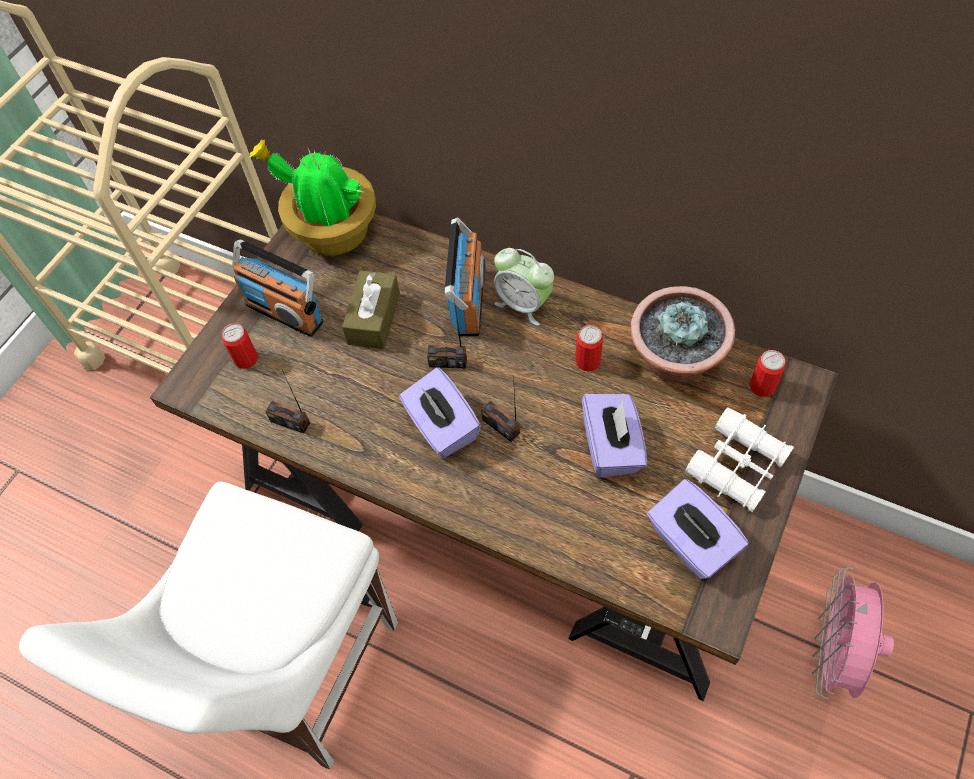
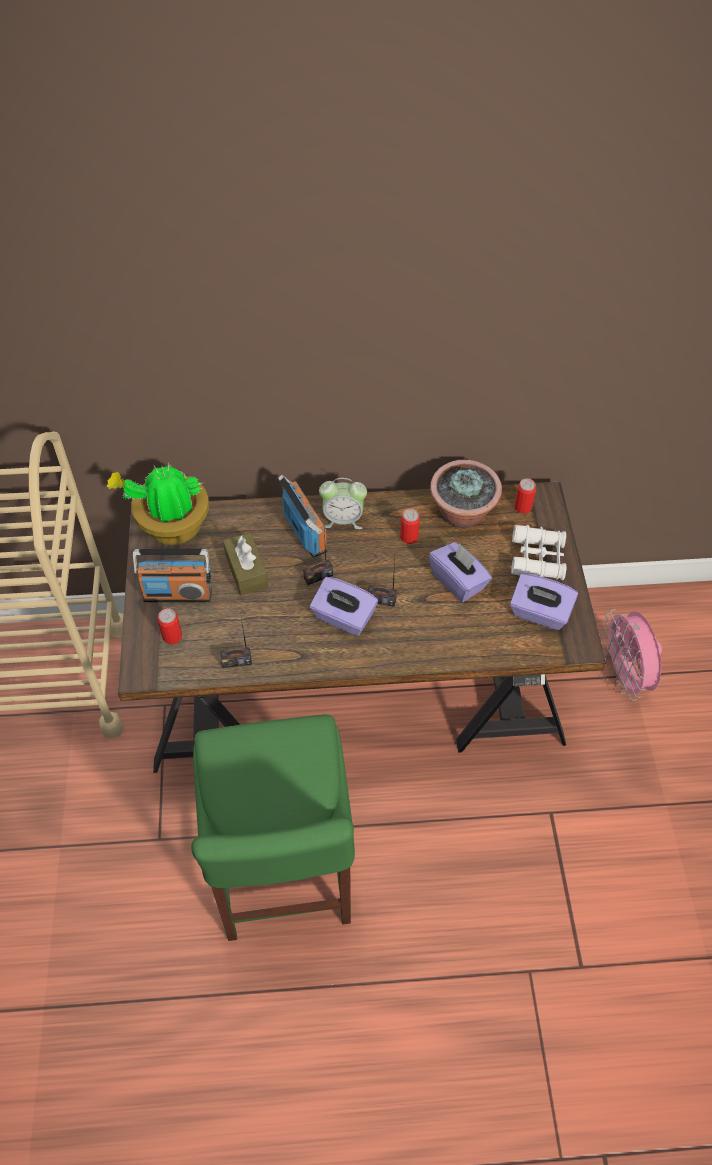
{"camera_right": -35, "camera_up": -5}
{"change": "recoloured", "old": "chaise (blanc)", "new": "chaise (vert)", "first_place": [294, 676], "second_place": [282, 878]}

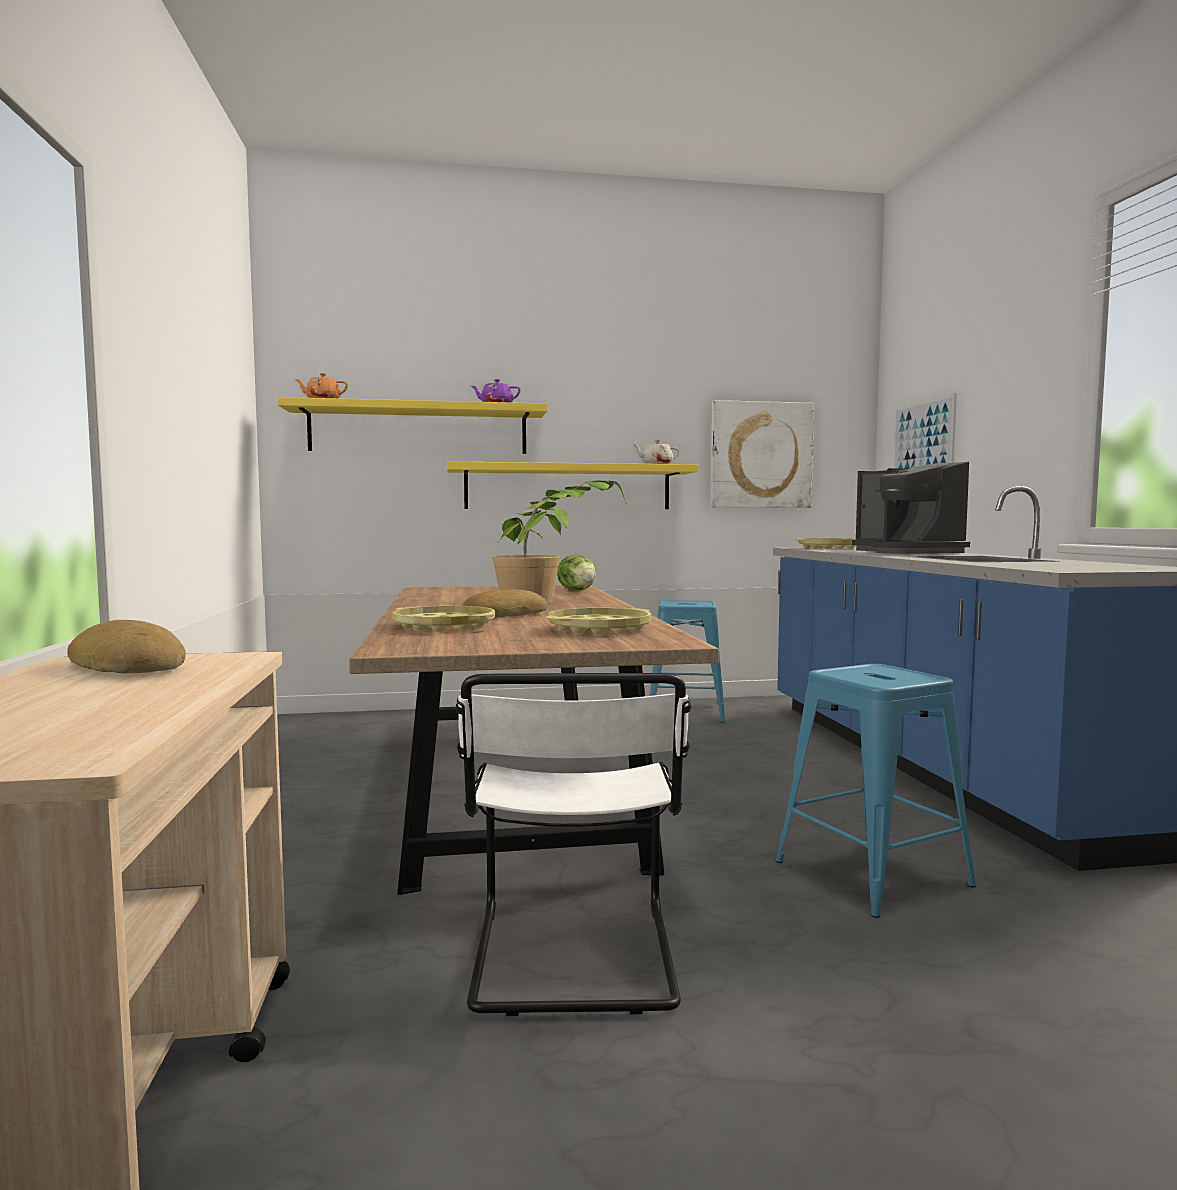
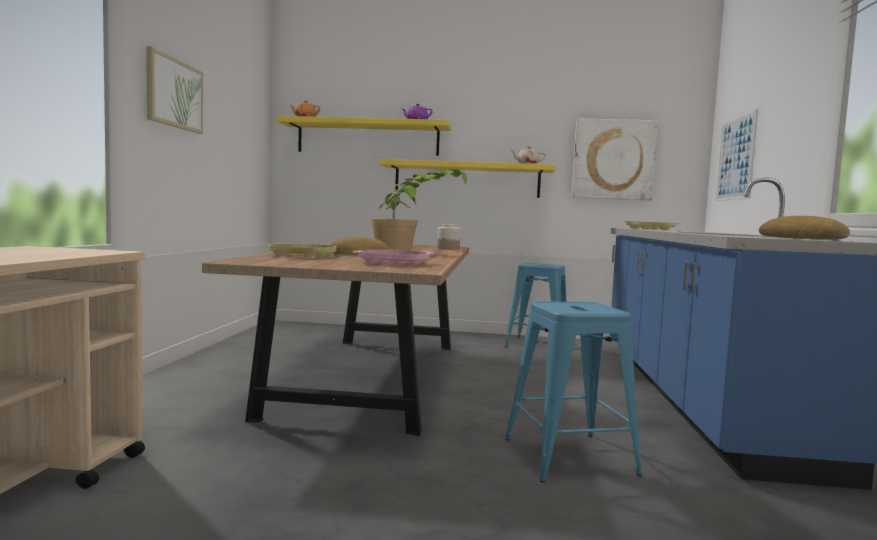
{"camera_right": 15, "camera_up": 0}
{"change": "moved", "old": "pain", "first_place": [131, 666], "second_place": [801, 238]}
{"change": "removed", "old": "chaise (blanc)", "first_place": [573, 960]}
{"change": "recoloured", "old": "plateau (jaune)", "new": "plateau (rose)", "first_place": [599, 629], "second_place": [394, 262]}
{"change": "replaced", "old": "laitue", "new": "bocal", "first_place": [577, 590], "second_place": [448, 248]}
{"change": "removed", "old": "machine à café", "first_place": [906, 552]}
{"change": "added", "new": "tableau", "second_place": [174, 93]}

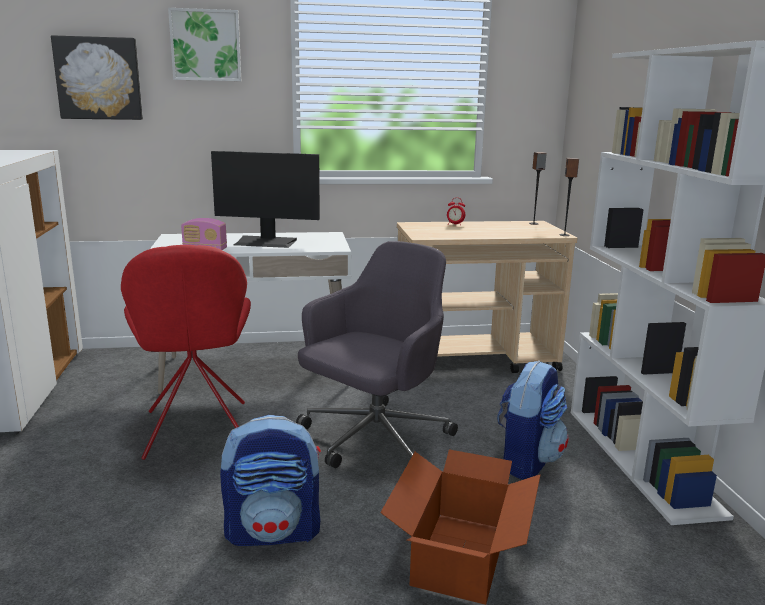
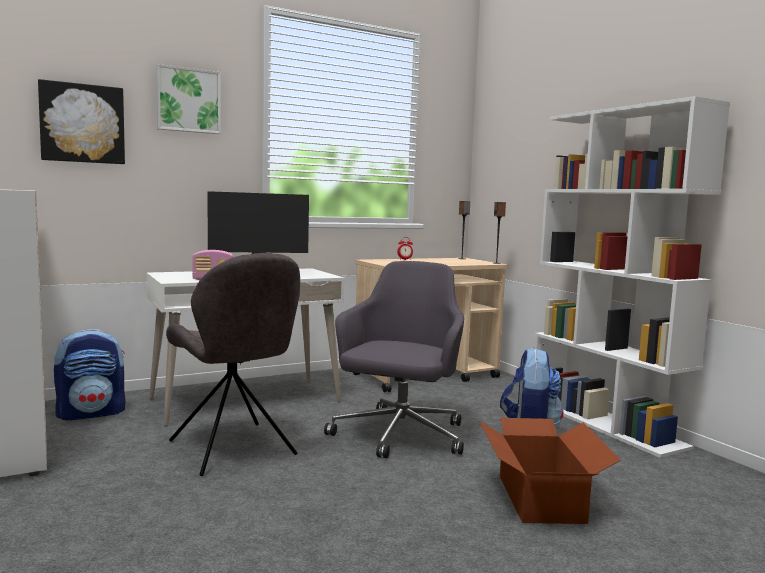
{"camera_right": -20, "camera_up": -10}
{"change": "recoloured", "old": "chaise (rouge)", "new": "chaise (gris)", "first_place": [197, 432], "second_place": [233, 450]}
{"change": "moved", "old": "sac à dos", "first_place": [274, 532], "second_place": [92, 413]}

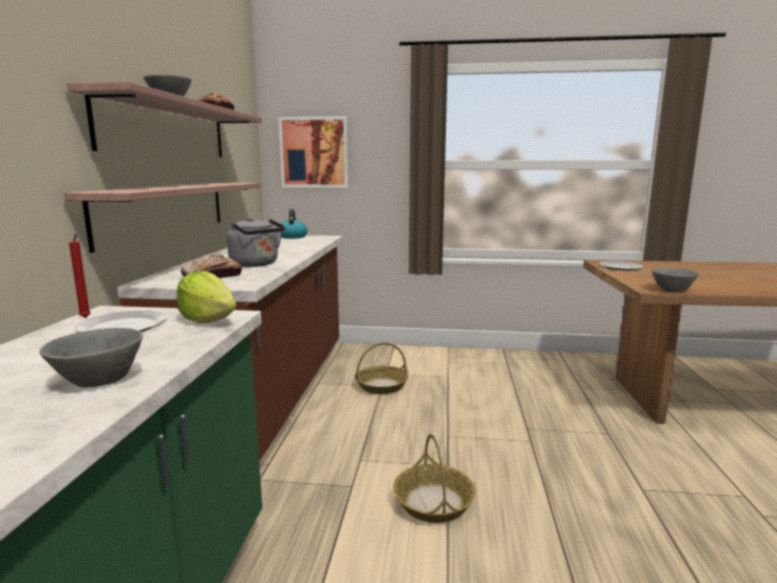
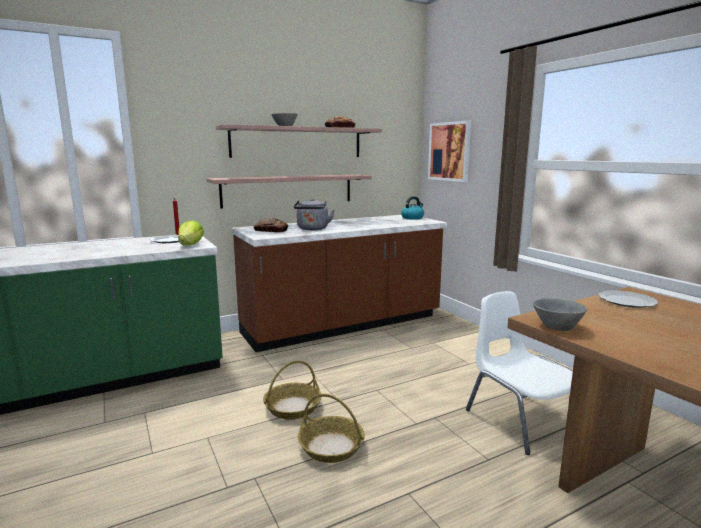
{"camera_right": 55, "camera_up": 0}
{"change": "removed", "old": "bol (gris)", "first_place": [99, 379]}
{"change": "moved", "old": "panier", "first_place": [382, 386], "second_place": [331, 446]}
{"change": "added", "new": "chaise (blanc)", "second_place": [521, 419]}

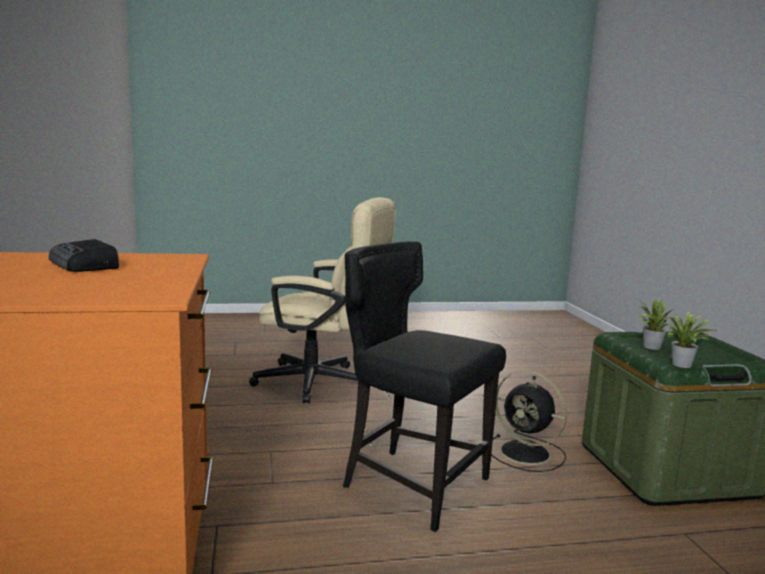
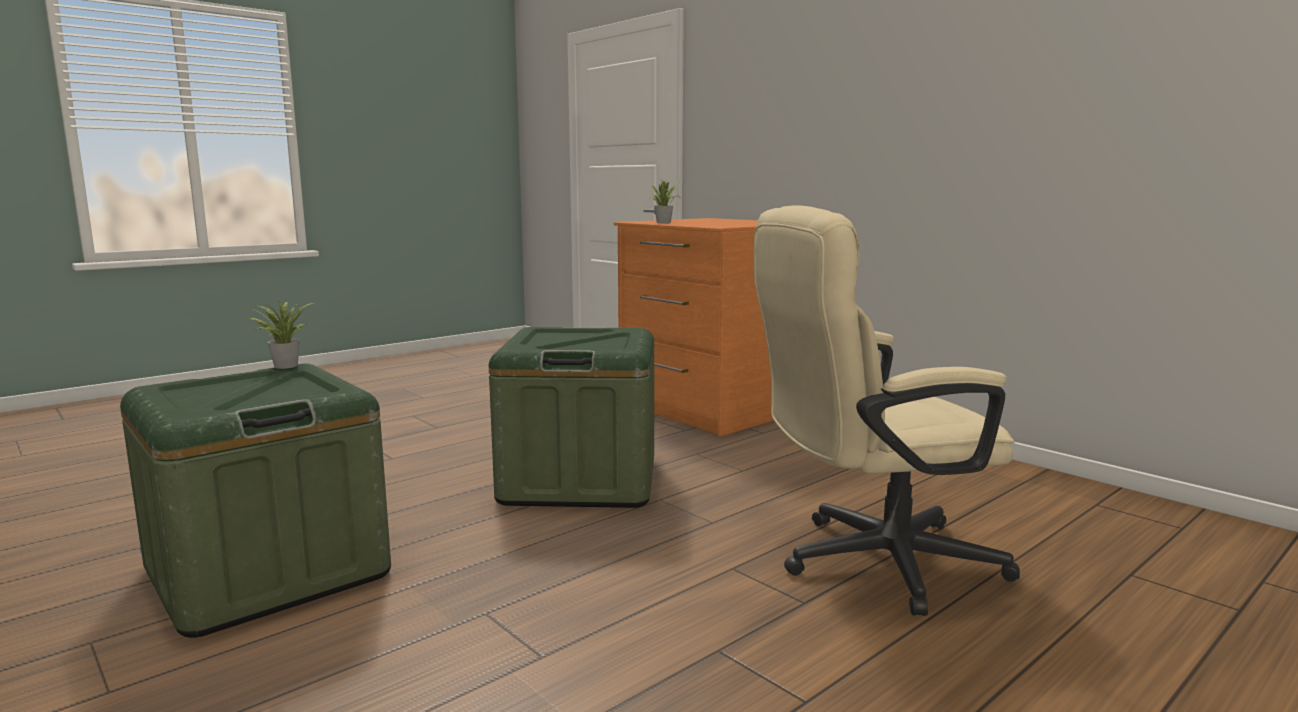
{"camera_right": 150, "camera_up": 0}
{"change": "removed", "old": "radio", "first_place": [85, 265]}
{"change": "replaced", "old": "chaise (noir)", "new": "boîte de rangement (vert)", "first_place": [412, 484], "second_place": [579, 480]}
{"change": "removed", "old": "ventilateur (noir)", "first_place": [527, 453]}
{"change": "moved", "old": "plante en pot", "first_place": [649, 347], "second_place": [665, 222]}

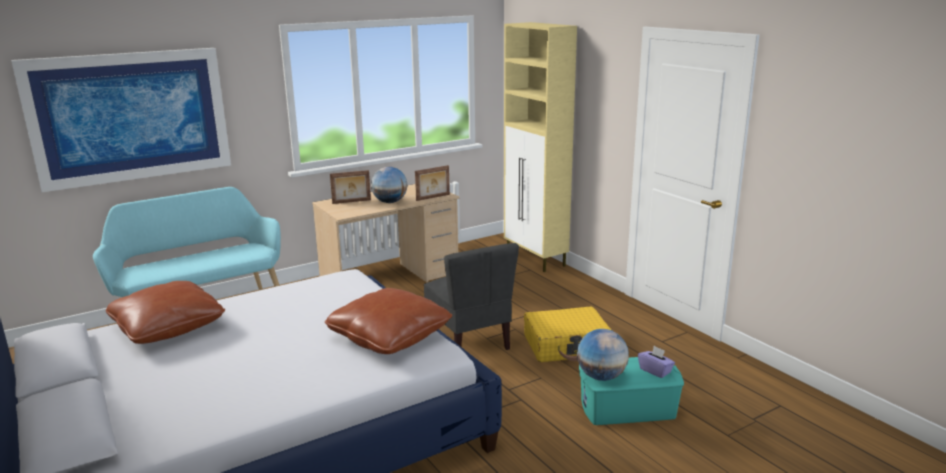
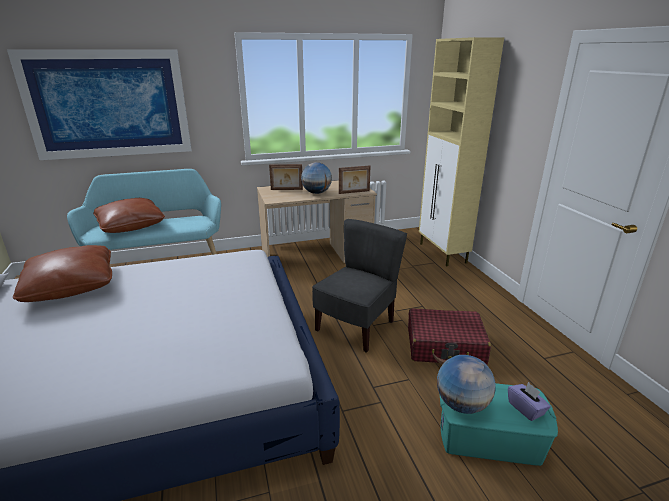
{"camera_right": 15, "camera_up": 5}
{"change": "moved", "old": "coussin (marron)", "first_place": [390, 337], "second_place": [131, 226]}
{"change": "turned", "old": "chaise (gris)", "first_place": [469, 342], "second_place": [356, 327], "degrees": -135}
{"change": "recoloured", "old": "valise (jaune)", "new": "valise (rouge)", "first_place": [567, 346], "second_place": [445, 346]}

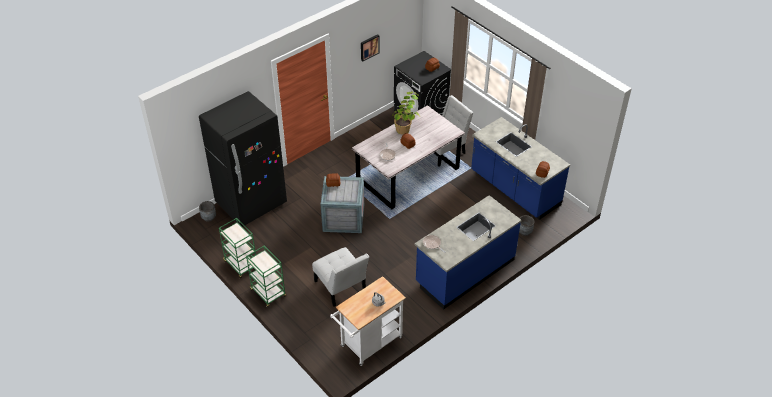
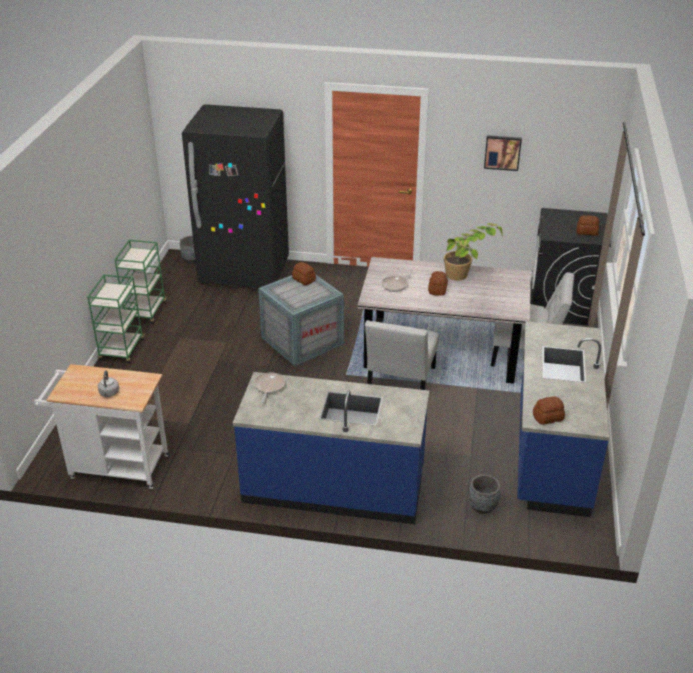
{"camera_right": 50, "camera_up": -10}
{"change": "moved", "old": "chaise (blanc)", "first_place": [341, 288], "second_place": [400, 382]}

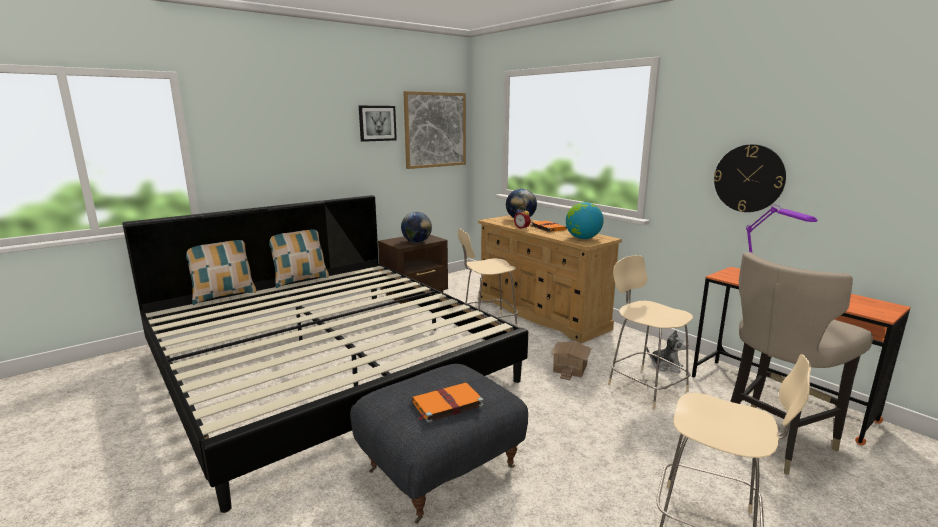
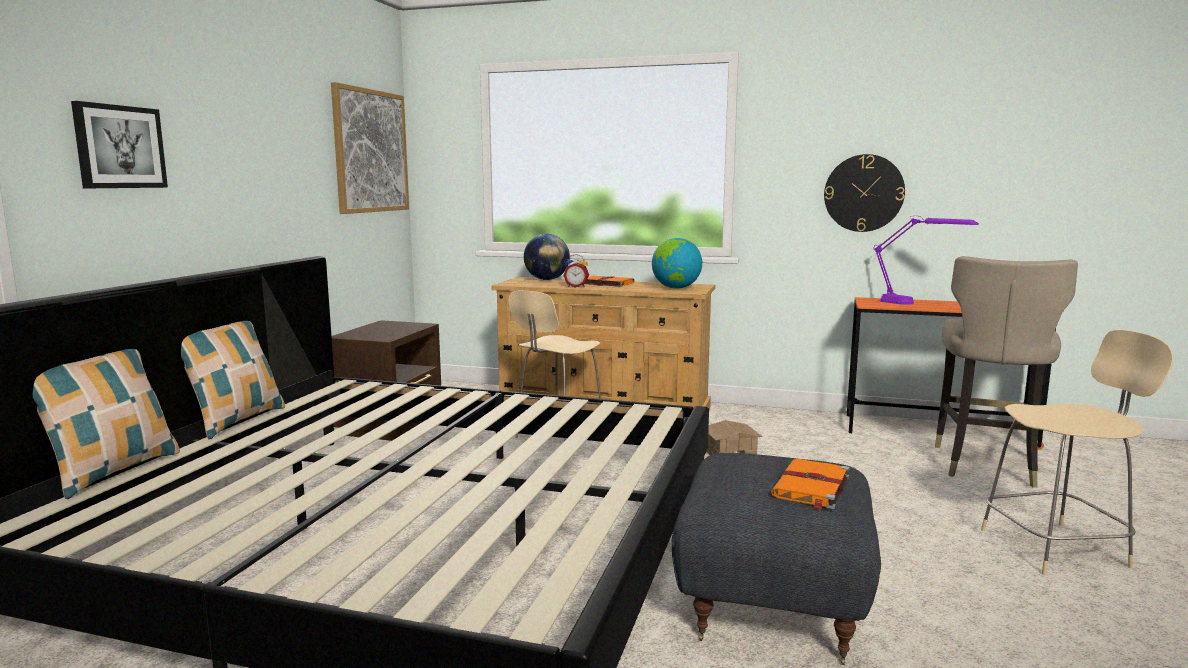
{"camera_right": -35, "camera_up": -5}
{"change": "moved", "old": "tableau", "first_place": [377, 123], "second_place": [119, 147]}
{"change": "removed", "old": "globe", "first_place": [416, 242]}
{"change": "removed", "old": "chaise (beige)", "first_place": [645, 386]}
{"change": "removed", "old": "peluche", "first_place": [666, 366]}

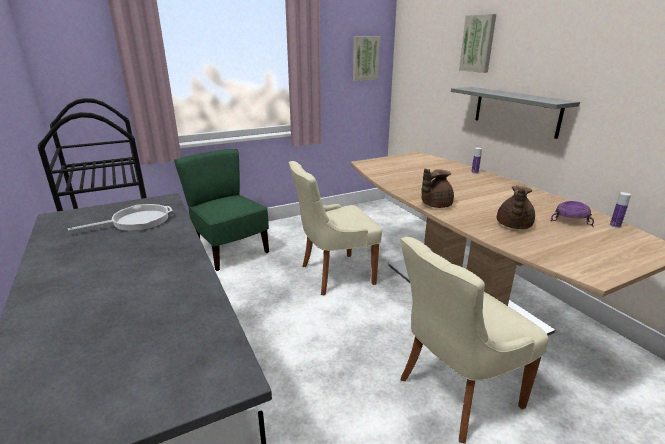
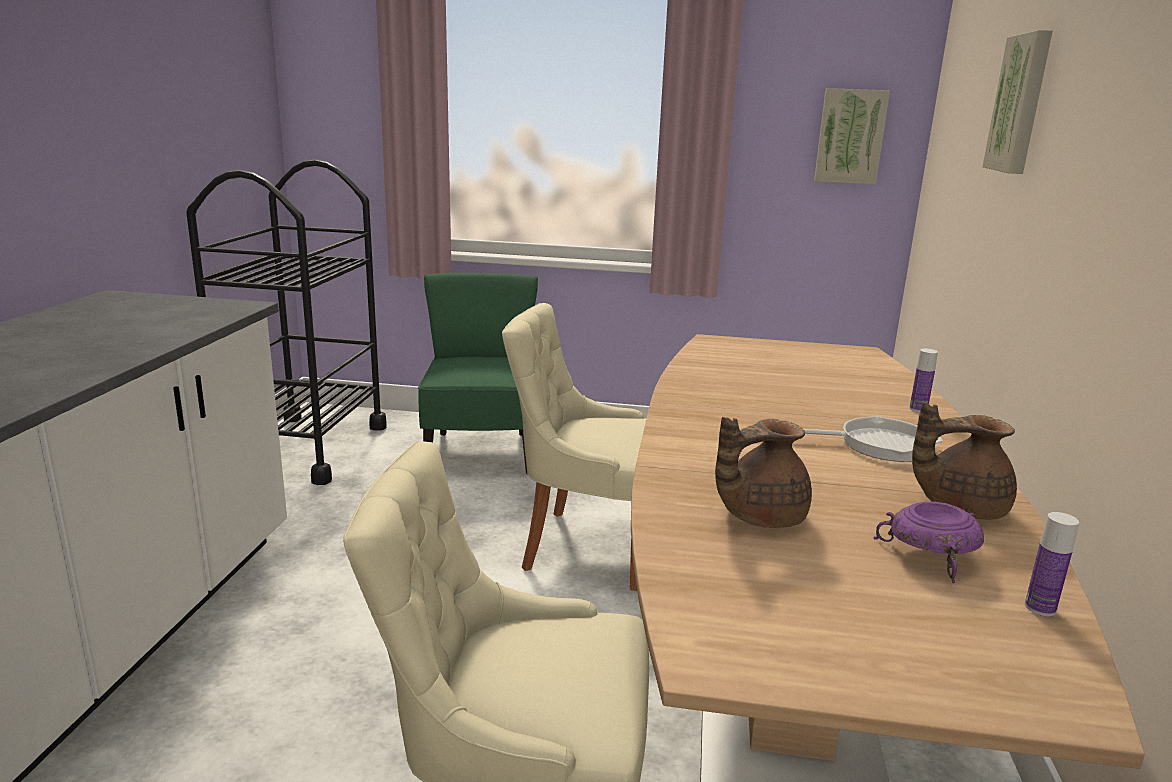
{"camera_right": 35, "camera_up": -5}
{"change": "moved", "old": "poêle", "first_place": [136, 221], "second_place": [878, 444]}
{"change": "moved", "old": "théière (marron)", "first_place": [435, 205], "second_place": [958, 507]}
{"change": "removed", "old": "étagère (gris)", "first_place": [516, 111]}

